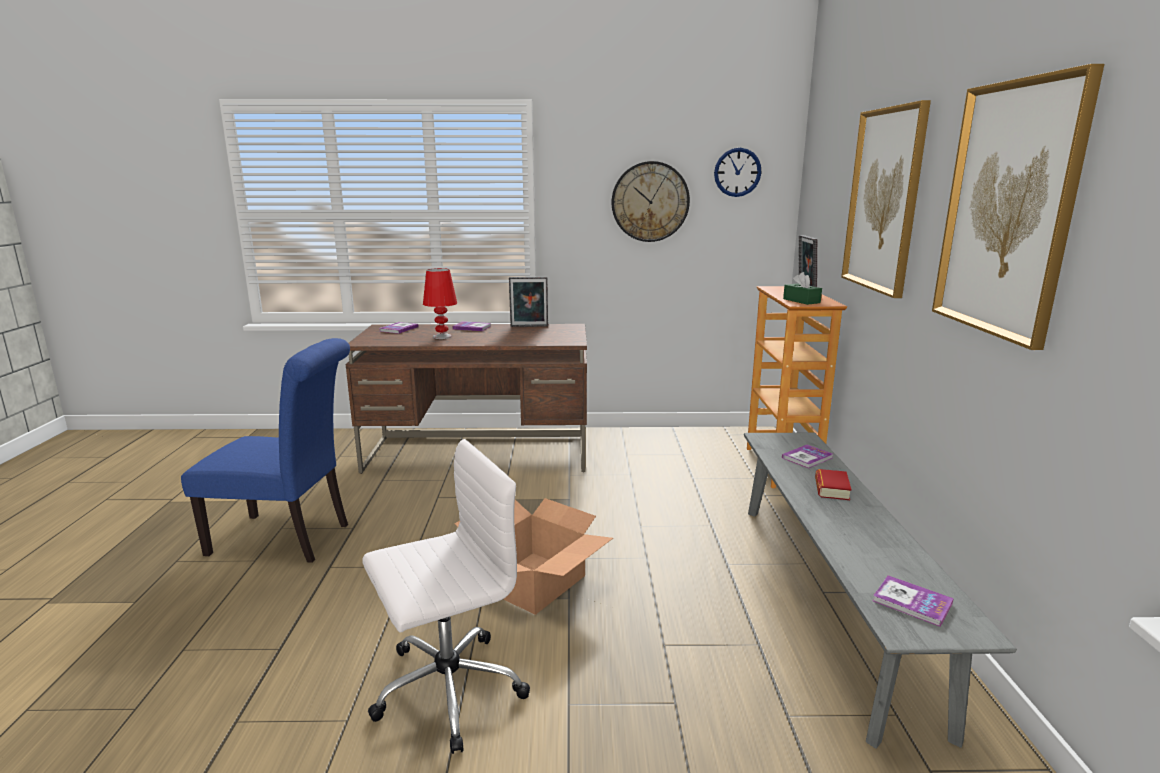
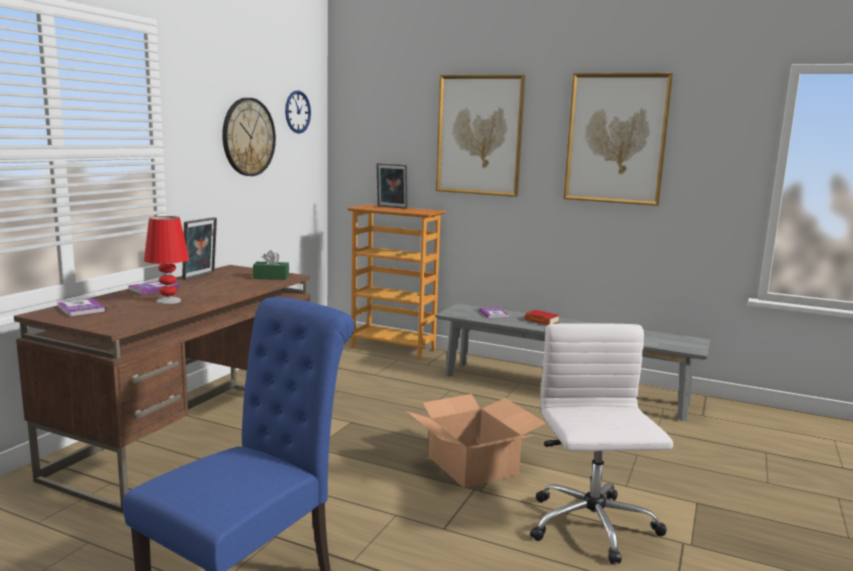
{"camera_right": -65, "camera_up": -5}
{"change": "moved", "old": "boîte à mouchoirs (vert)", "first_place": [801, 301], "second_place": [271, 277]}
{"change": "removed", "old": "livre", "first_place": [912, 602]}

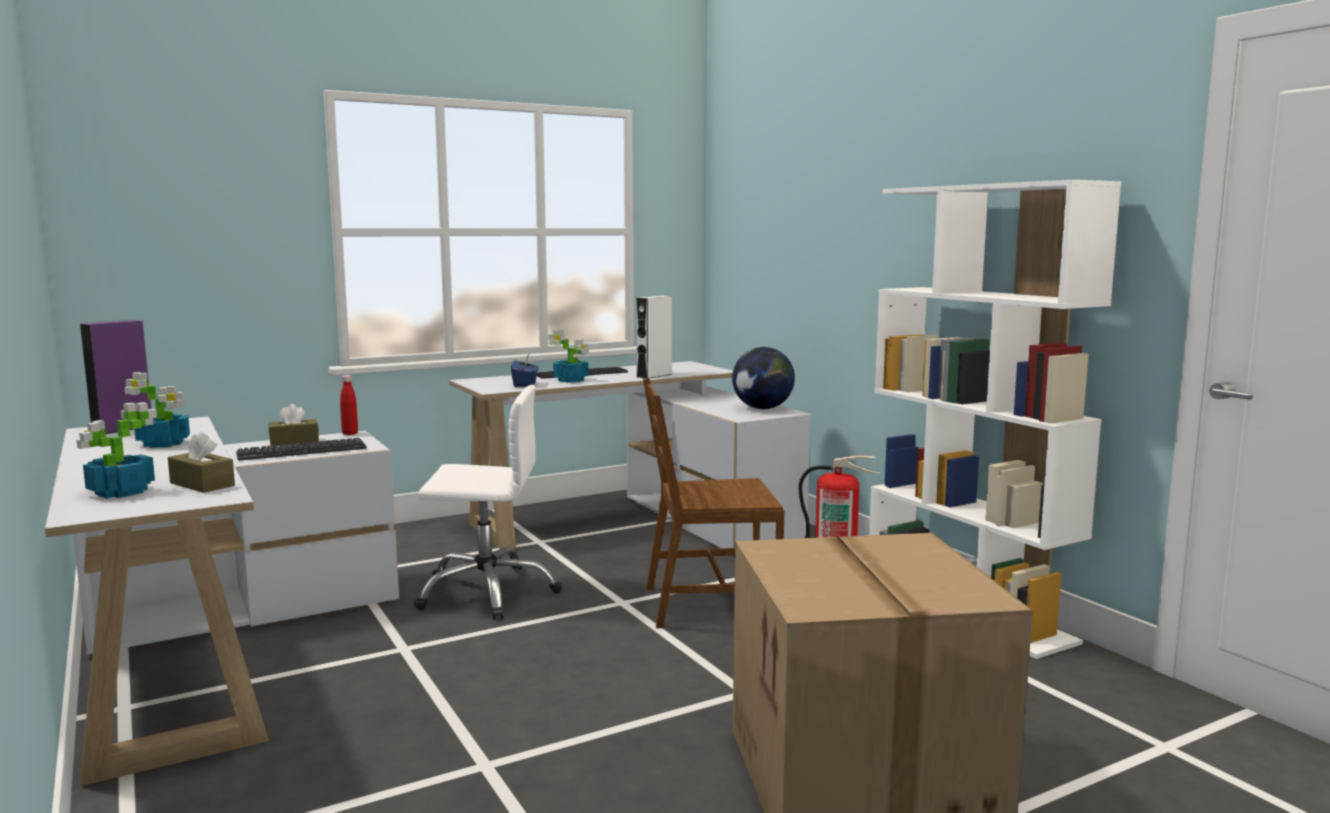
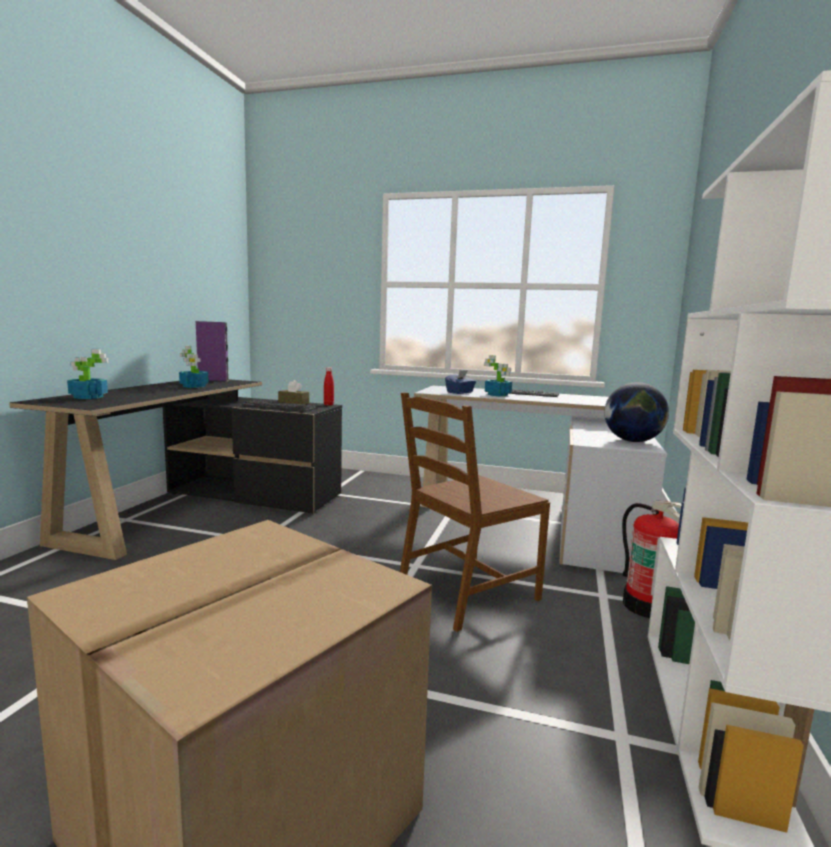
{"camera_right": 45, "camera_up": 0}
{"change": "recoloured", "old": "bureau (blanc)", "new": "bureau (noir)", "first_place": [214, 650], "second_place": [204, 508]}
{"change": "removed", "old": "boîte à mouchoirs (marron)", "first_place": [202, 484]}
{"change": "removed", "old": "chaise de bureau (blanc)", "first_place": [487, 592]}
{"change": "removed", "old": "enceinte (blanc)", "first_place": [654, 375]}
{"change": "turned", "old": "chaise (marron)", "first_place": [709, 605], "second_place": [466, 593], "degrees": -75}

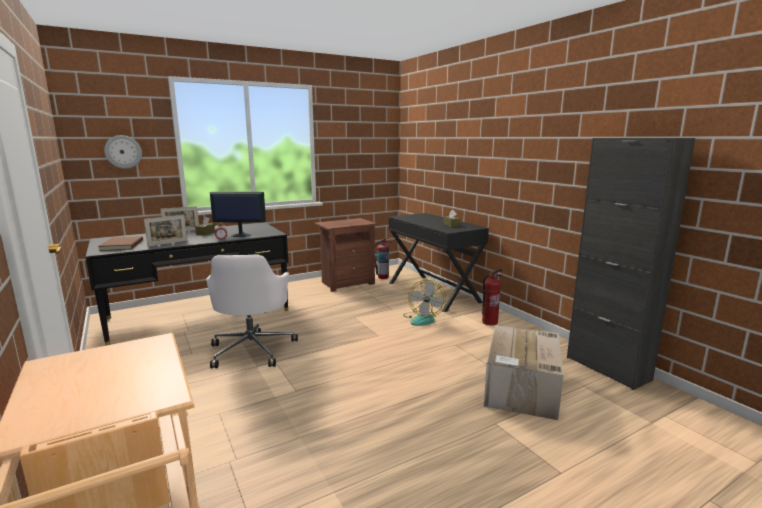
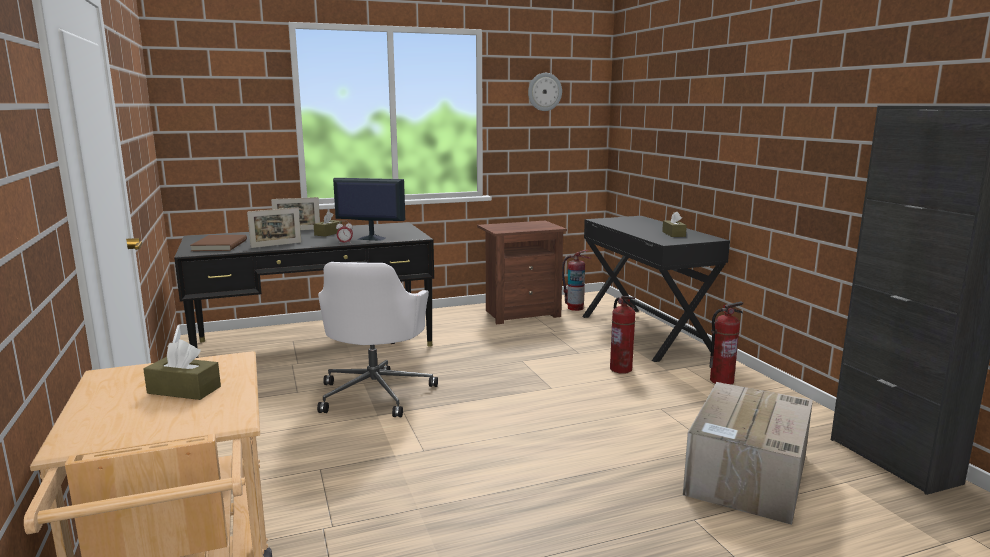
{"camera_right": 10, "camera_up": 0}
{"change": "moved", "old": "horloge murale", "first_place": [123, 151], "second_place": [544, 92]}
{"change": "replaced", "old": "ventilateur", "new": "extincteur", "first_place": [423, 318], "second_place": [621, 369]}
{"change": "added", "new": "boîte à mouchoirs (marron)", "second_place": [184, 390]}

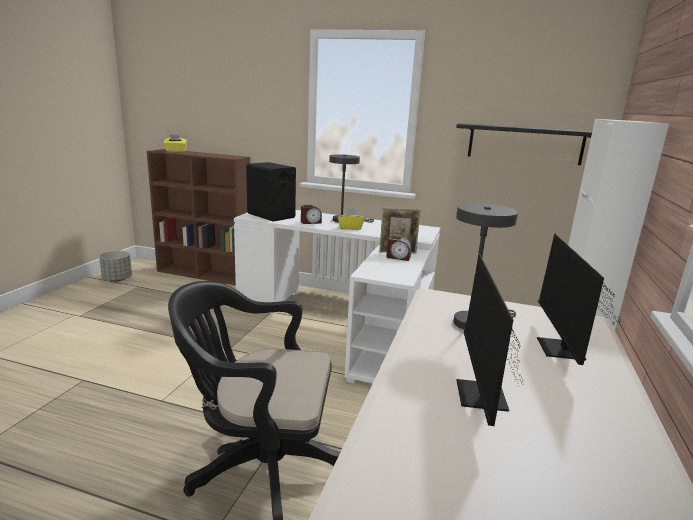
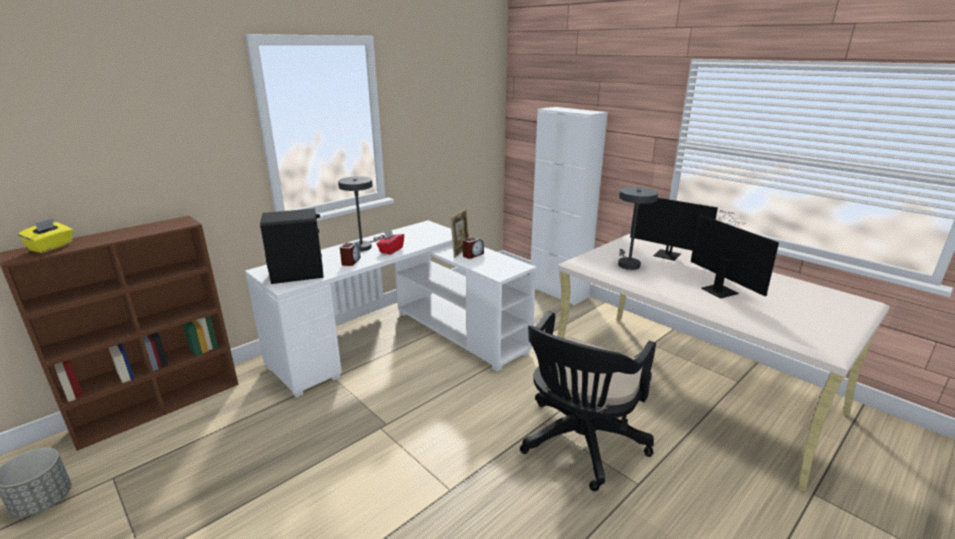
{"camera_right": -60, "camera_up": 5}
{"change": "recoloured", "old": "boîte à mouchoirs (jaune)", "new": "boîte à mouchoirs (rouge)", "first_place": [350, 228], "second_place": [391, 250]}
{"change": "removed", "old": "étagère (noir)", "first_place": [525, 144]}
{"change": "turned", "old": "écran d'ordinateur", "first_place": [480, 400], "second_place": [716, 289], "degrees": -150}

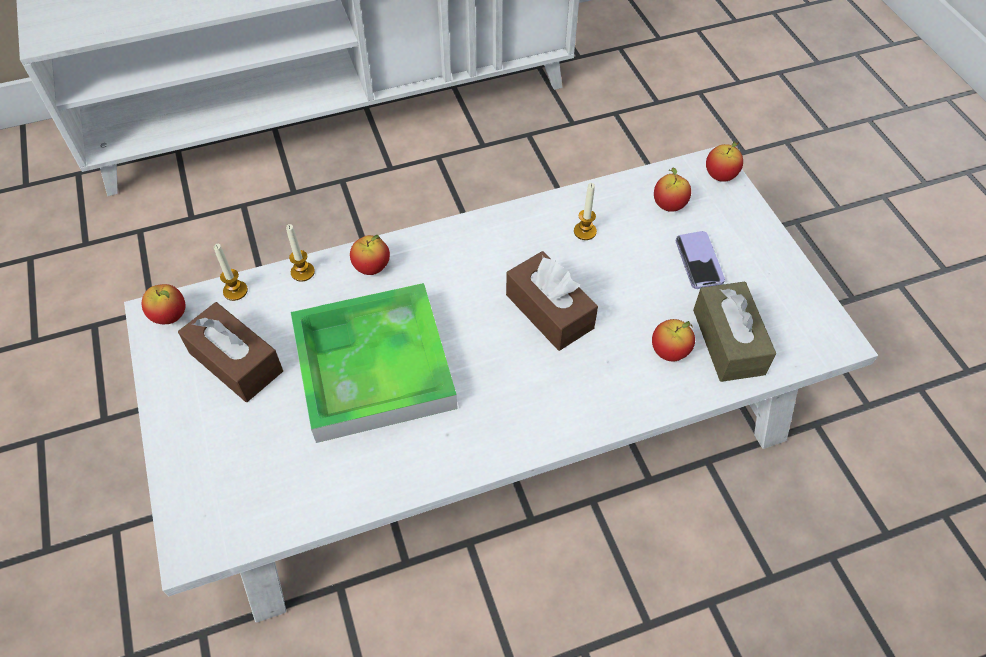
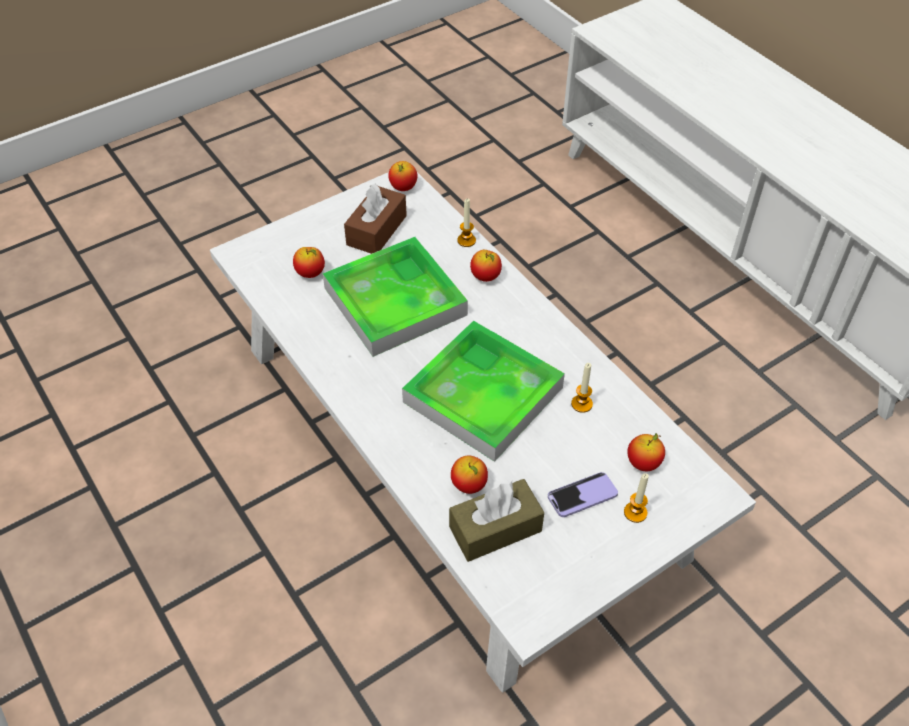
{"camera_right": 75, "camera_up": -5}
{"change": "moved", "old": "bougie", "first_place": [235, 291], "second_place": [635, 512]}
{"change": "replaced", "old": "boîte à mouchoirs (marron)", "new": "plateau", "first_place": [549, 311], "second_place": [483, 395]}
{"change": "moved", "old": "pomme", "first_place": [720, 176], "second_place": [310, 273]}

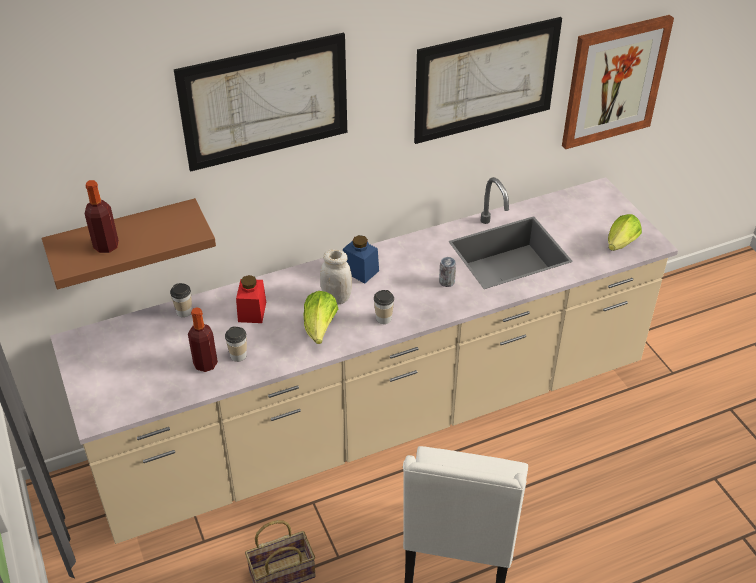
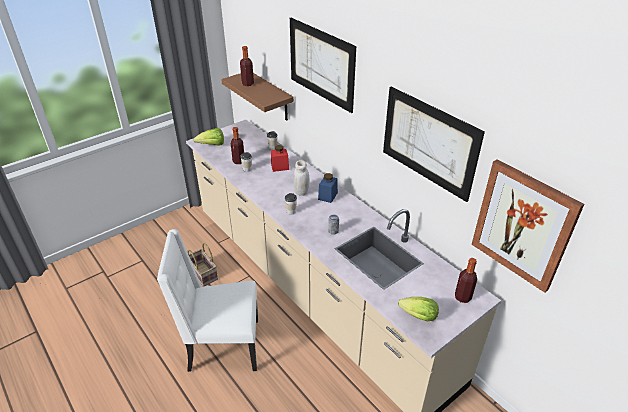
{"camera_right": 75, "camera_up": -5}
{"change": "moved", "old": "laitue", "first_place": [320, 329], "second_place": [212, 145]}
{"change": "added", "new": "bouteille", "second_place": [462, 297]}

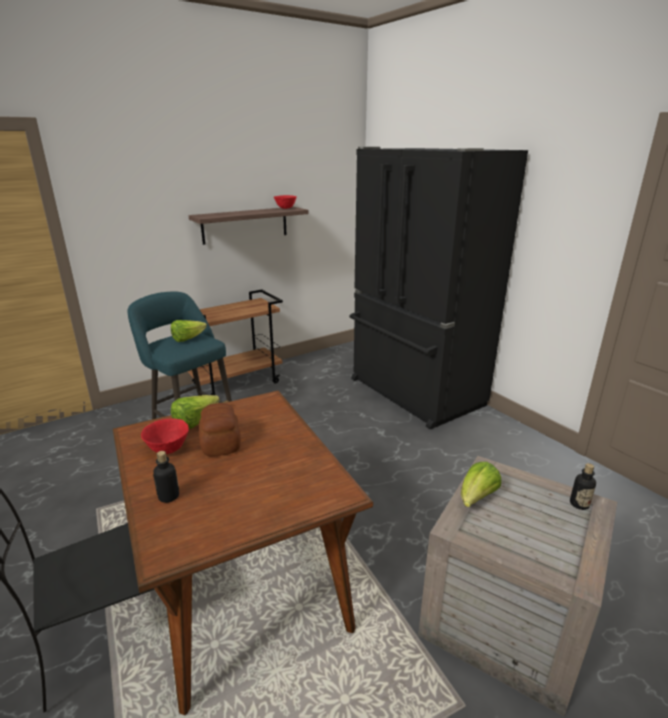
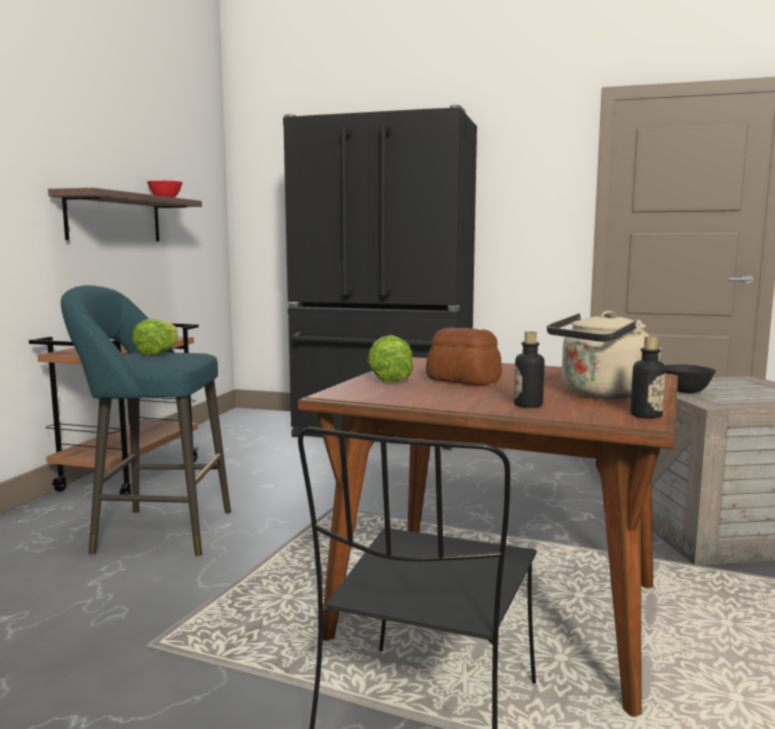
{"camera_right": -40, "camera_up": -15}
{"change": "removed", "old": "bol (rouge)", "first_place": [168, 449]}
{"change": "replaced", "old": "laitue", "new": "bol (noir)", "first_place": [476, 498], "second_place": [687, 392]}
{"change": "moved", "old": "bouteille", "first_place": [579, 504], "second_place": [646, 415]}
{"change": "added", "new": "bouilloire (beige)", "second_place": [600, 394]}

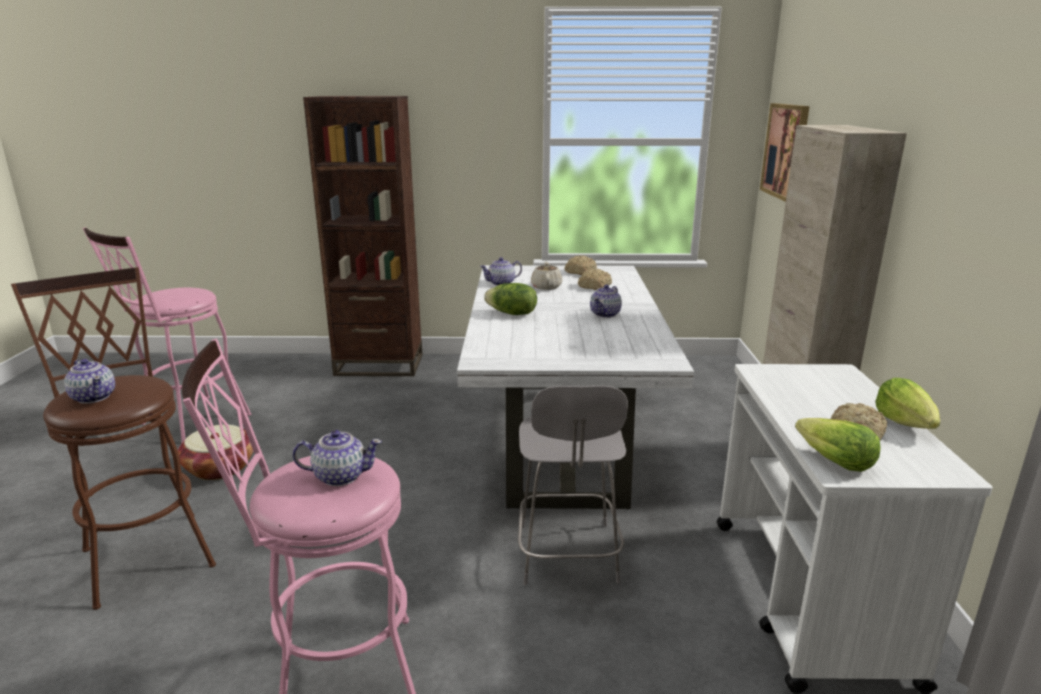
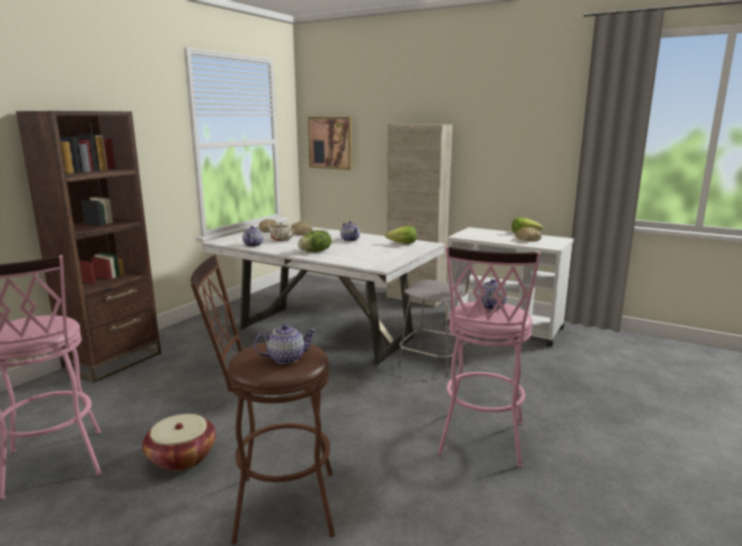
{"camera_right": -60, "camera_up": -5}
{"change": "moved", "old": "laitue", "first_place": [834, 461], "second_place": [402, 243]}

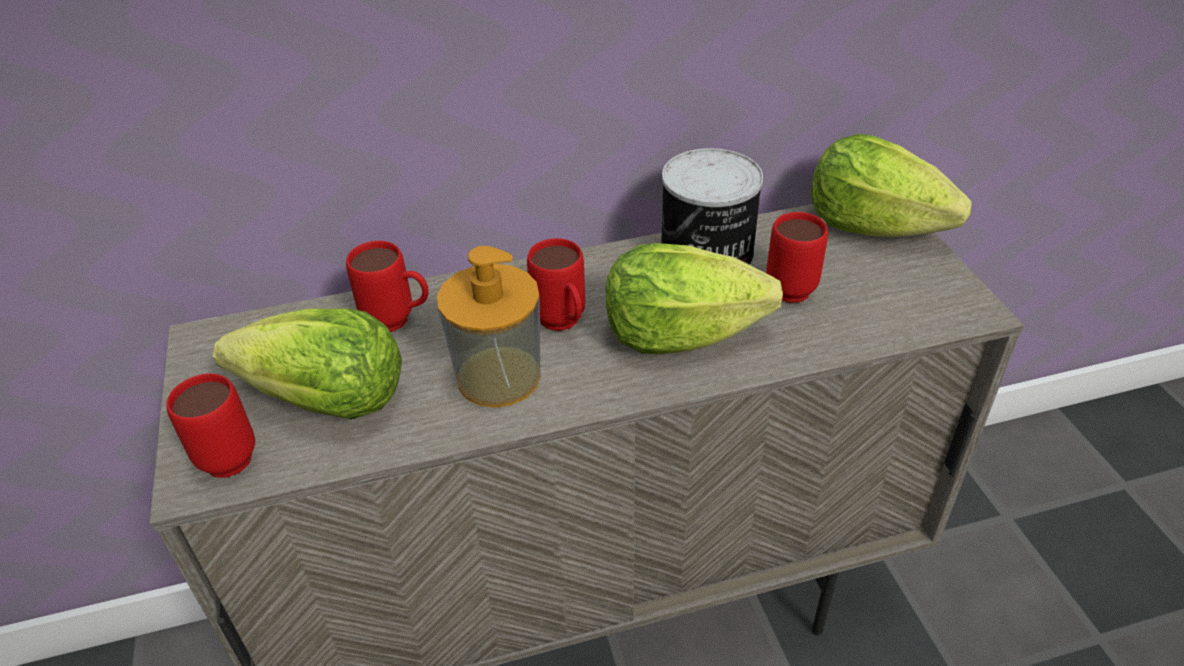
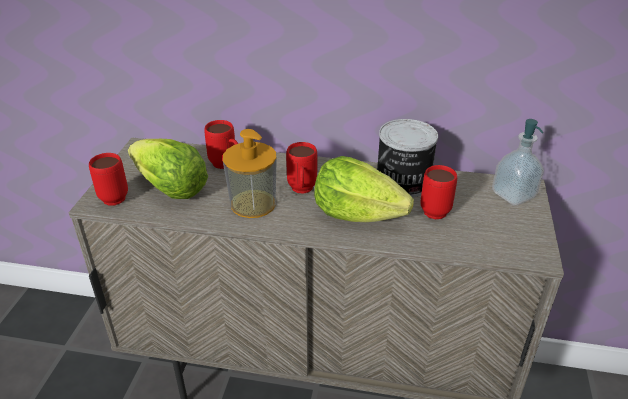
{"camera_right": 25, "camera_up": -5}
{"change": "replaced", "old": "laitue", "new": "distributeur de savon", "first_place": [872, 226], "second_place": [513, 195]}

